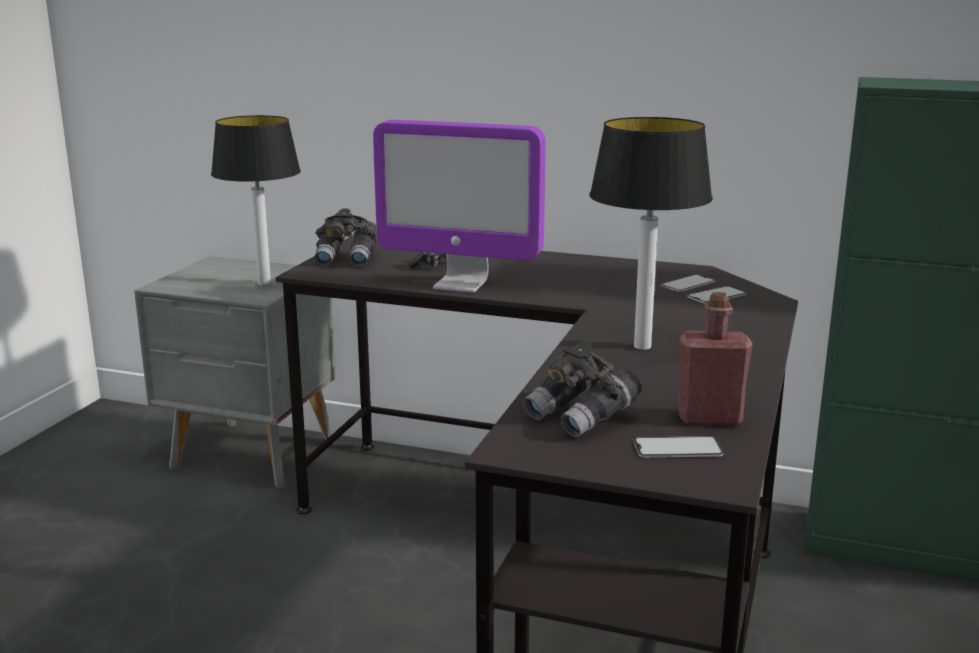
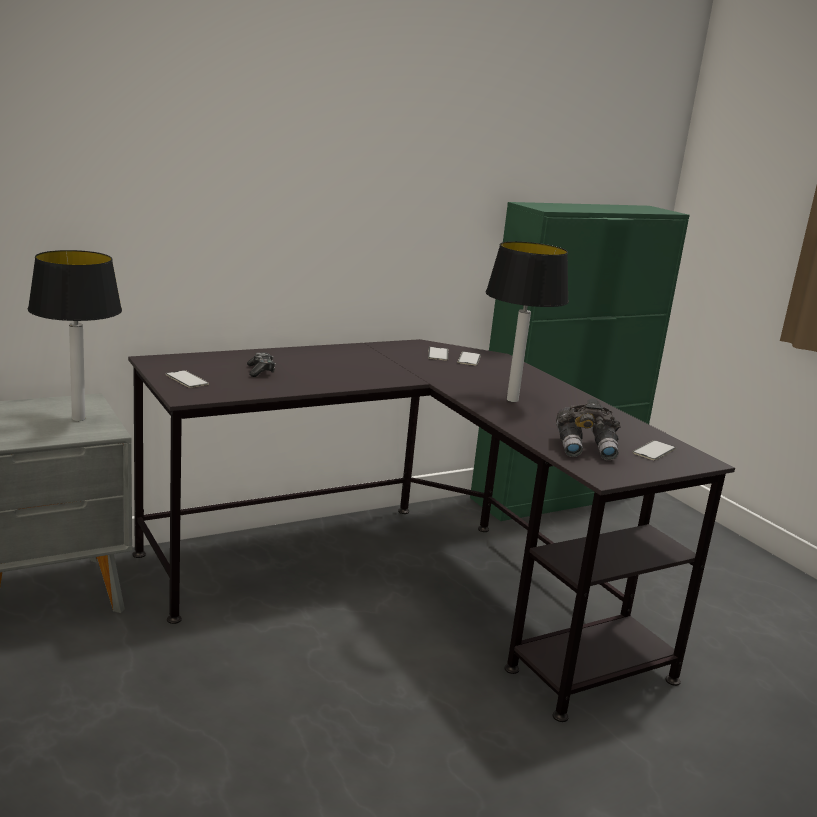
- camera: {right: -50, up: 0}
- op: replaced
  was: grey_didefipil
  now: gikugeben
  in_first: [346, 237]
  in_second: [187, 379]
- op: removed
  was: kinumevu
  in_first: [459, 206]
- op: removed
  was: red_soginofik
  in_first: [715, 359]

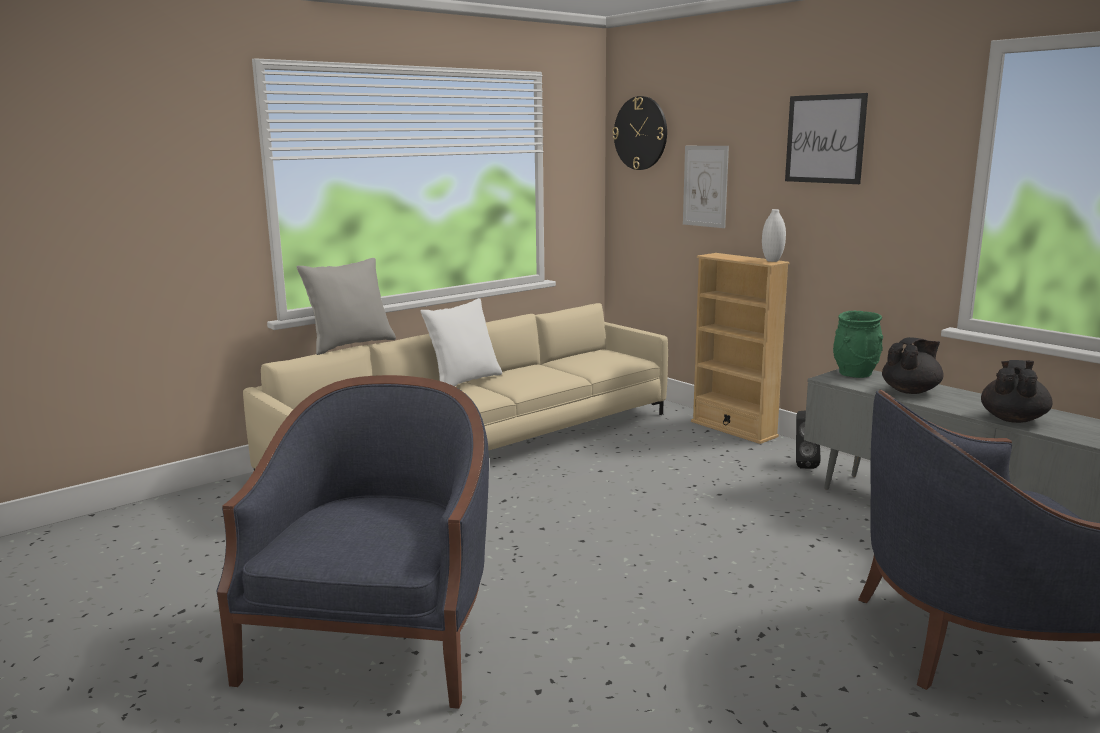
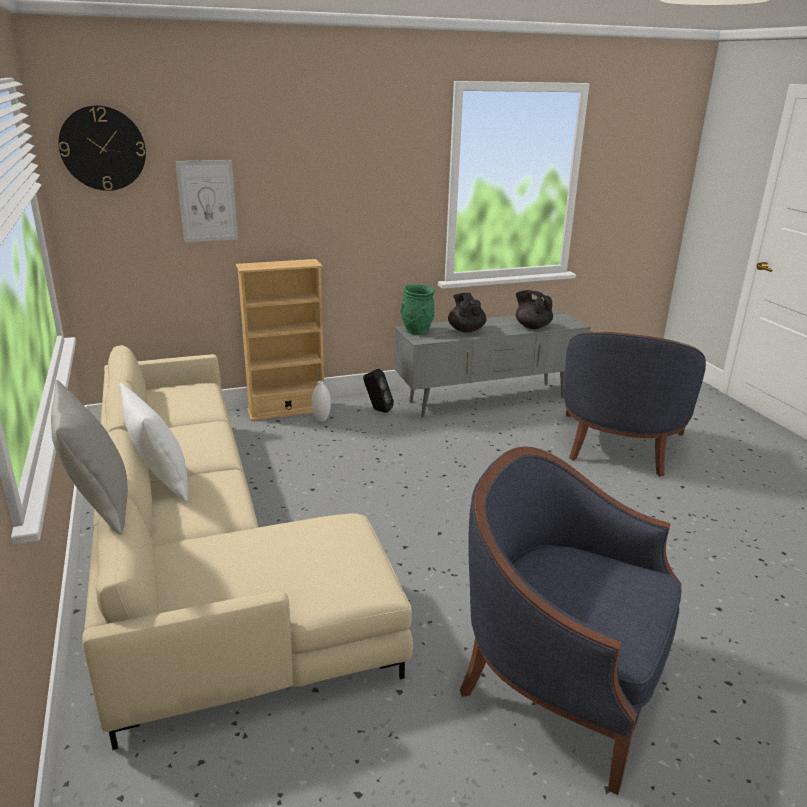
- camera: {right: -70, up: 10}
- op: moved
  was: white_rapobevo
  in_first: [774, 235]
  in_second: [321, 401]
- op: removed
  was: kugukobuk
  in_first: [826, 138]

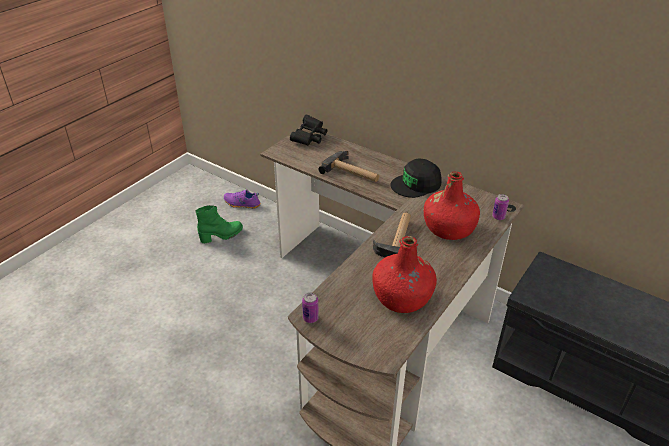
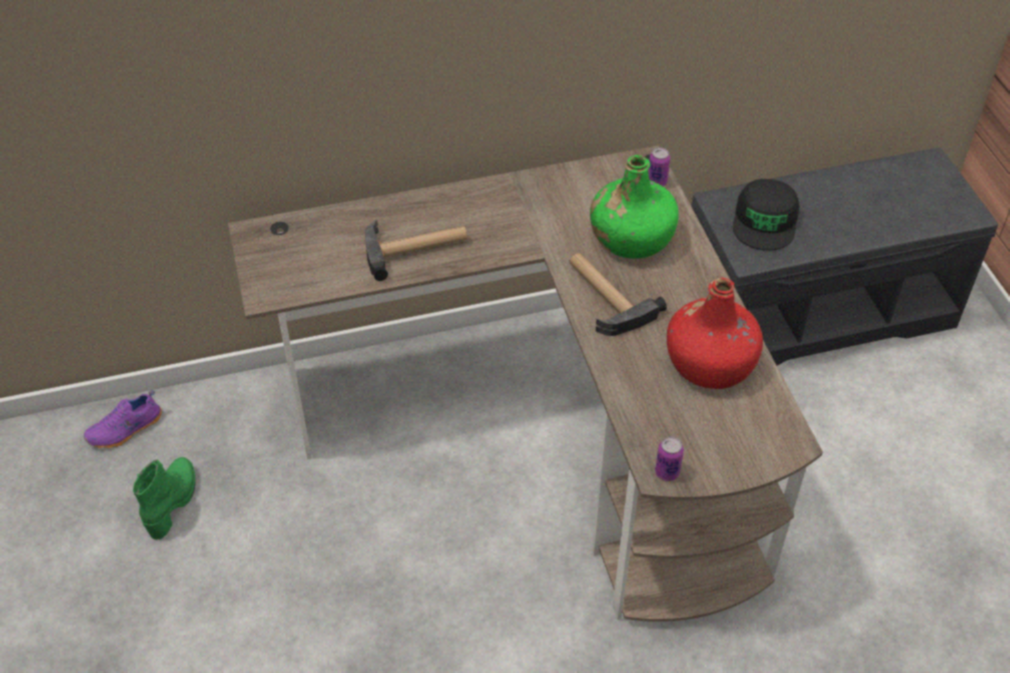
- camera: {right: -50, up: 10}
- op: recoloured
  was: red_soginofik
  now: green_soginofik
  in_first: [451, 205]
  in_second: [634, 207]
- op: moved
  was: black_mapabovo
  in_first: [416, 178]
  in_second: [766, 215]
- op: removed
  was: black_didefipil
  in_first: [308, 130]

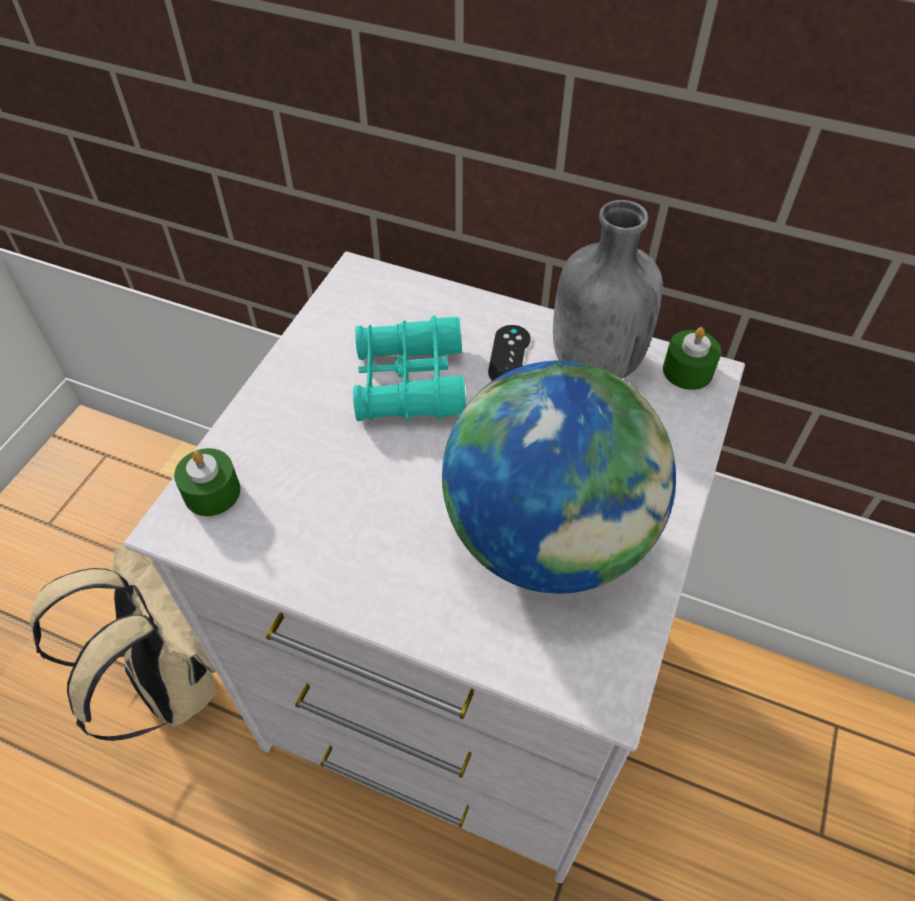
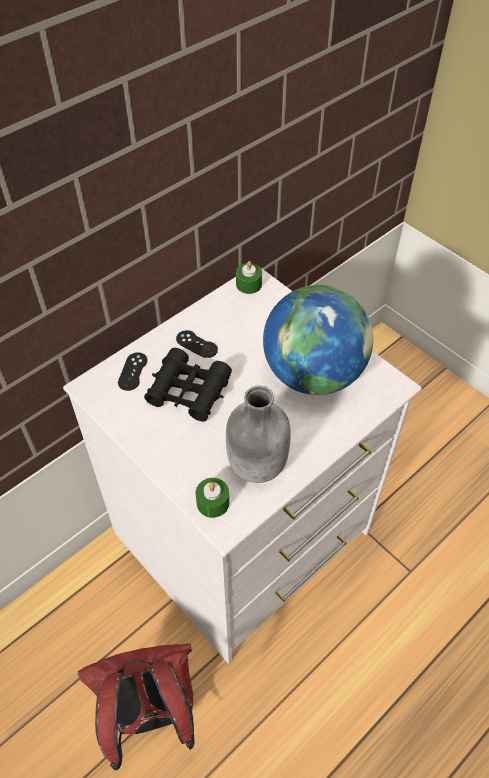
- camera: {right: -65, up: 0}
- op: recoloured
  was: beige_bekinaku
  now: red_bekinaku
  in_first: [123, 642]
  in_second: [135, 706]
- op: added
  now: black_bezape
  in_second: [132, 371]
- op: recoloured
  was: turquoise_didefipil
  now: black_didefipil
  in_first: [409, 369]
  in_second: [188, 385]
- op: moved
  was: grey_soginofik
  in_first: [608, 289]
  in_second: [258, 434]

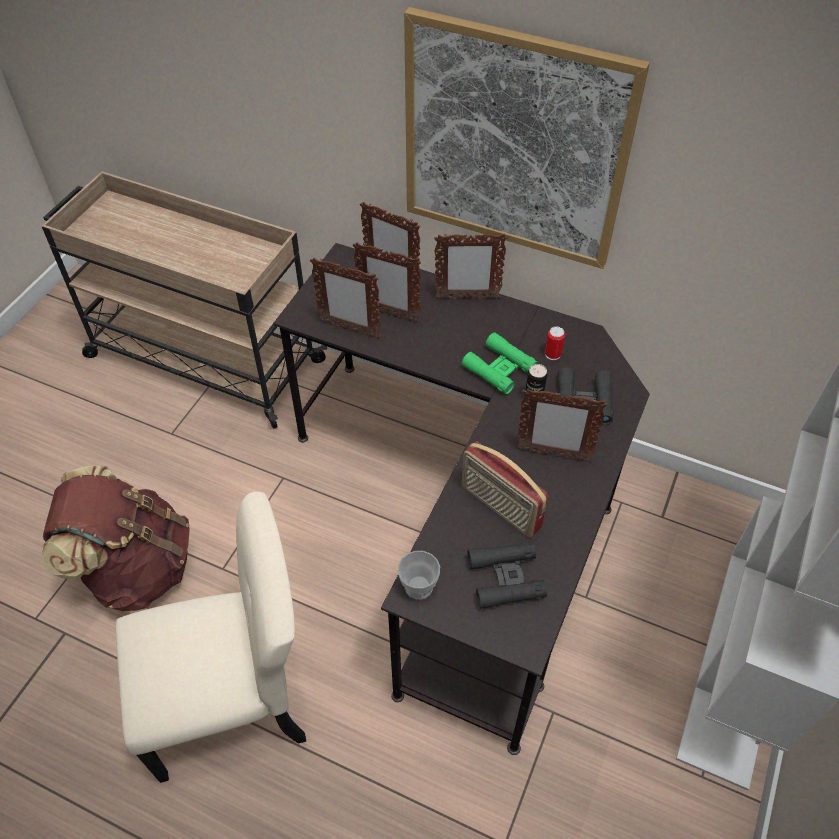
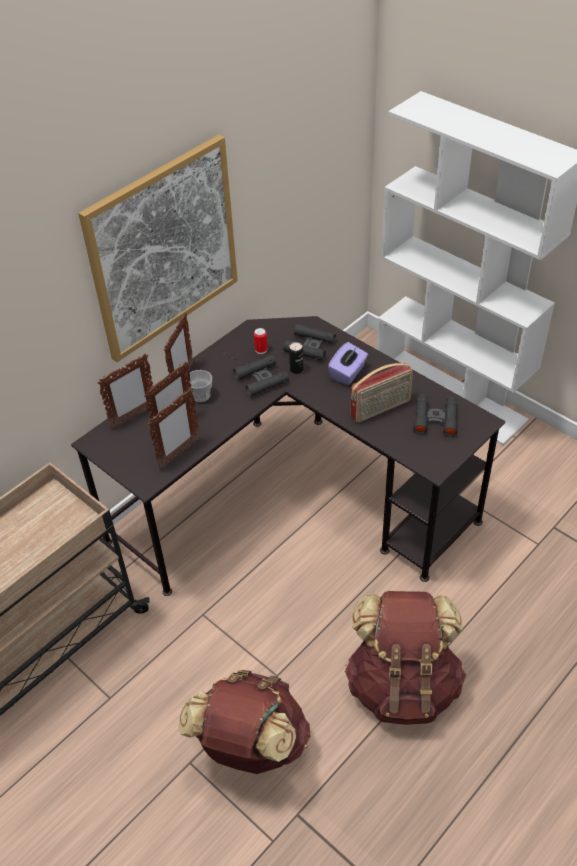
- camera: {right: -70, up: -5}
- op: moved
  was: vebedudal
  in_first: [419, 575]
  in_second: [200, 386]
- op: recoloured
  was: green_didefipil
  now: black_didefipil
  in_first: [500, 363]
  in_second: [261, 376]
- op: replaced
  was: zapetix
  now: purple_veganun
  in_first: [562, 425]
  in_second: [348, 363]
- op: replaced
  was: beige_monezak
  now: brown_bekinaku
  in_first: [211, 637]
  in_second: [405, 658]

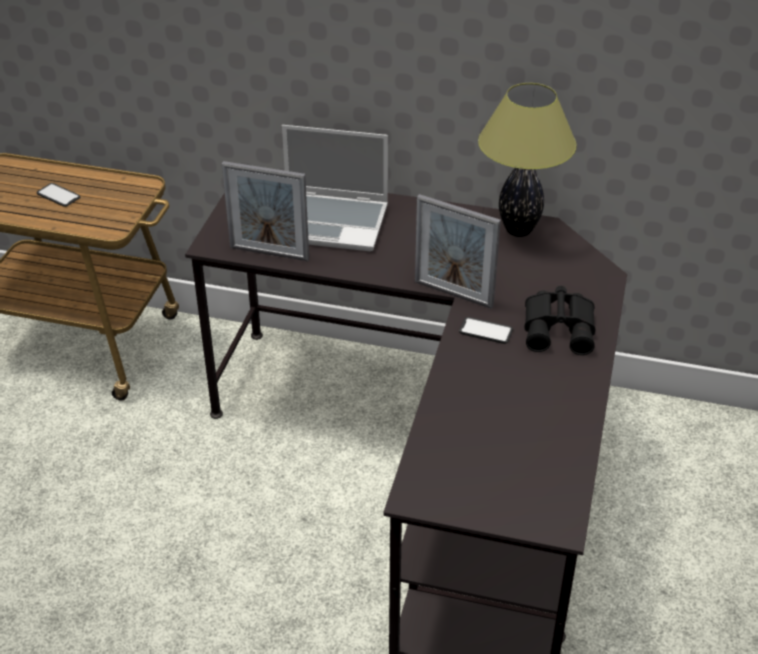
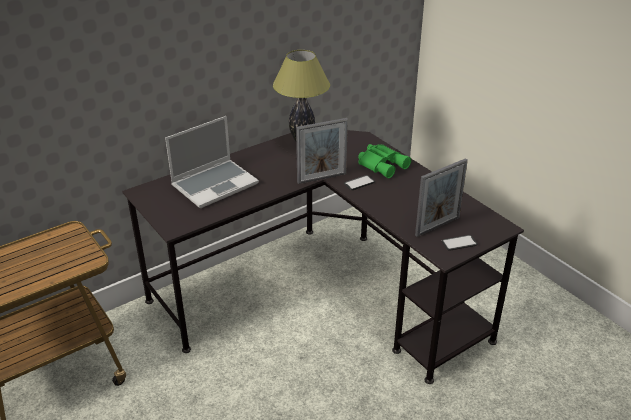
- camera: {right: -50, up: -5}
- op: recoloured
  was: black_didefipil
  now: green_didefipil
  in_first: [560, 320]
  in_second: [384, 161]
- op: moved
  was: zapetix
  in_first: [265, 211]
  in_second: [441, 197]
- op: moved
  was: gikugeben
  in_first: [58, 195]
  in_second: [459, 243]

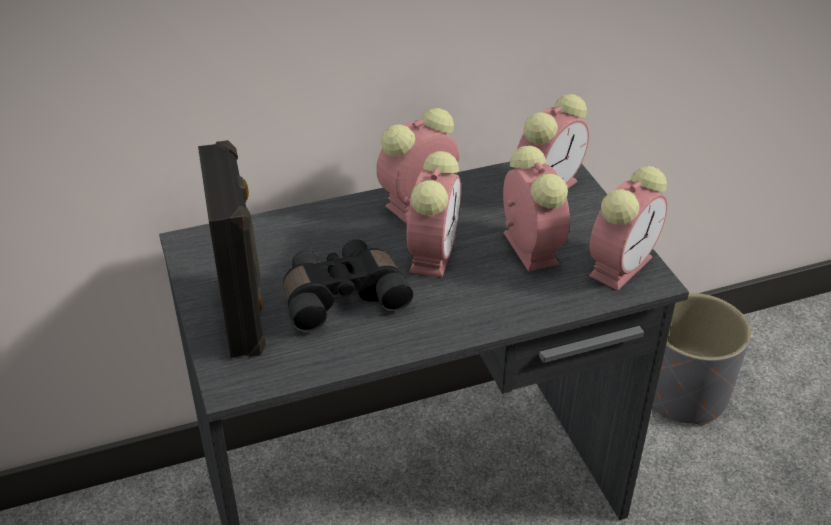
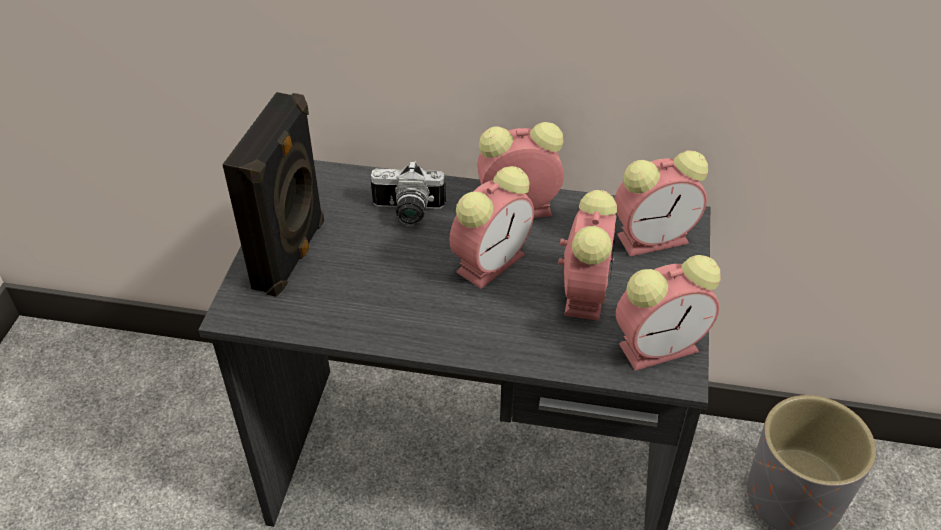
- camera: {right: 30, up: 5}
- op: added
  now: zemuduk
  in_second: [408, 193]
- op: removed
  was: black_didefipil
  in_first: [348, 285]

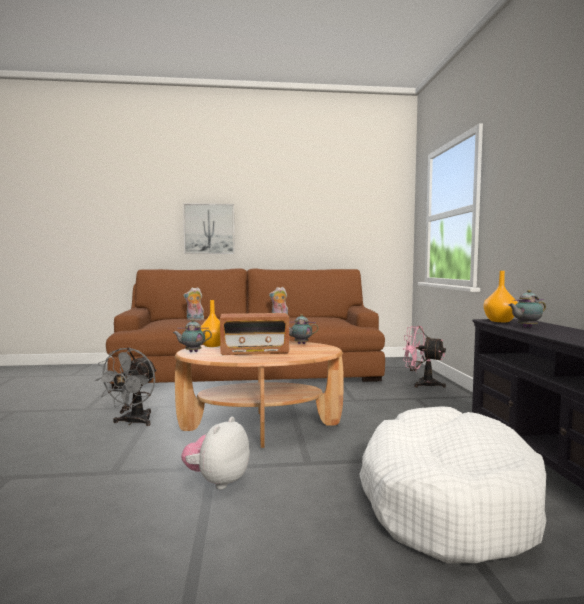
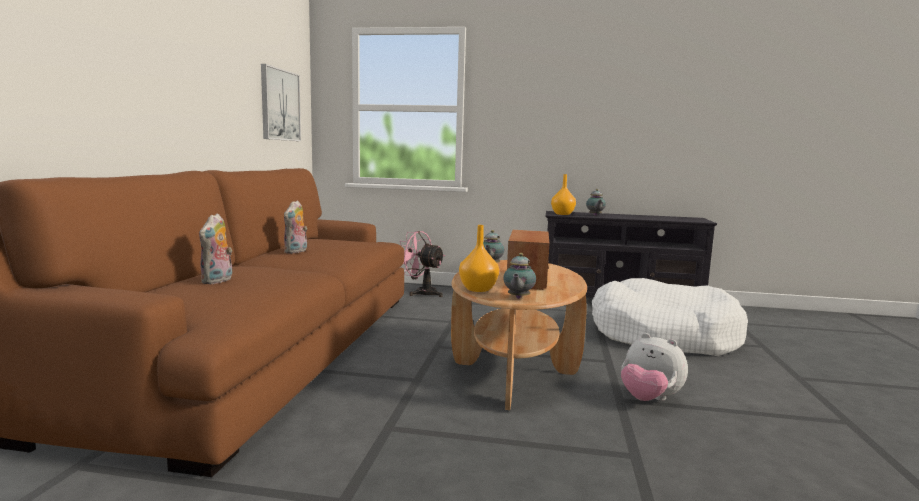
- camera: {right: -75, up: 5}
- op: moved
  was: kugukobuk
  in_first: [209, 228]
  in_second: [281, 102]
- op: turned
  was: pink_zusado
  in_first: [424, 357]
  in_second: [422, 264]
  clockwise: 75
- op: removed
  was: grey_zusado
  in_first: [126, 386]

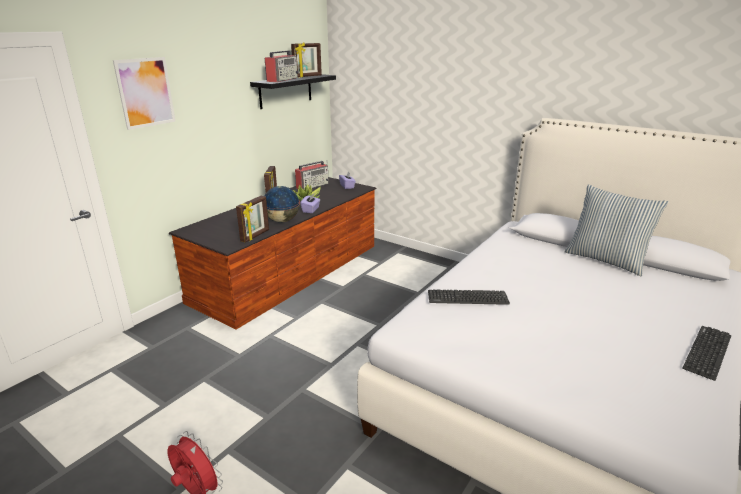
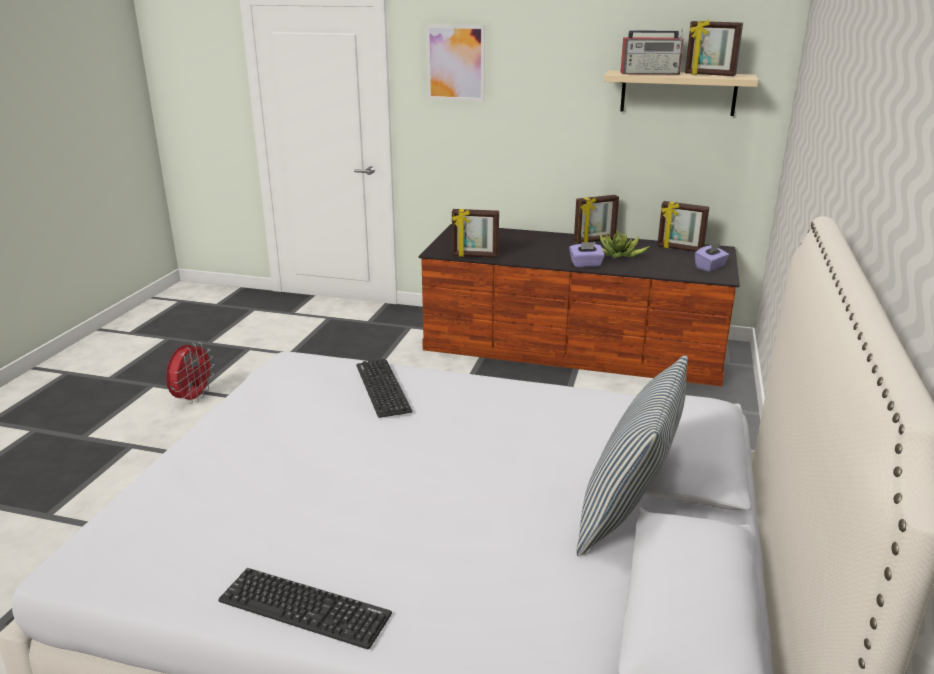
- camera: {right: 70, up: 0}
- op: recoloured
  was: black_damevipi
  now: beige_damevipi
  in_first: [293, 91]
  in_second: [681, 93]
- op: replaced
  was: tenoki
  now: zapetix
  in_first: [312, 175]
  in_second: [683, 226]
- op: removed
  was: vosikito
  in_first: [282, 204]

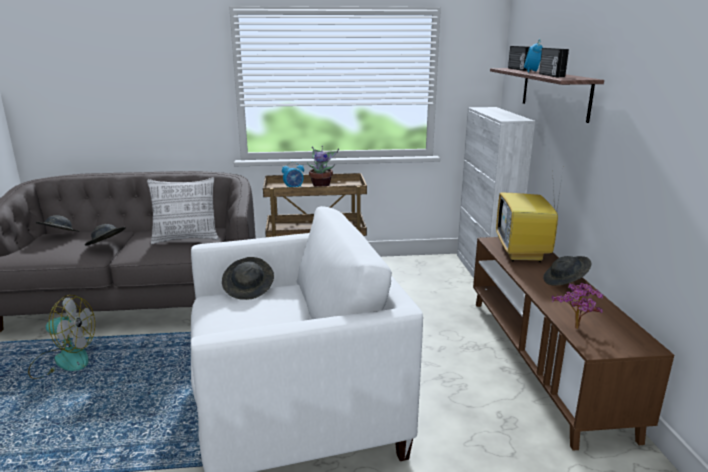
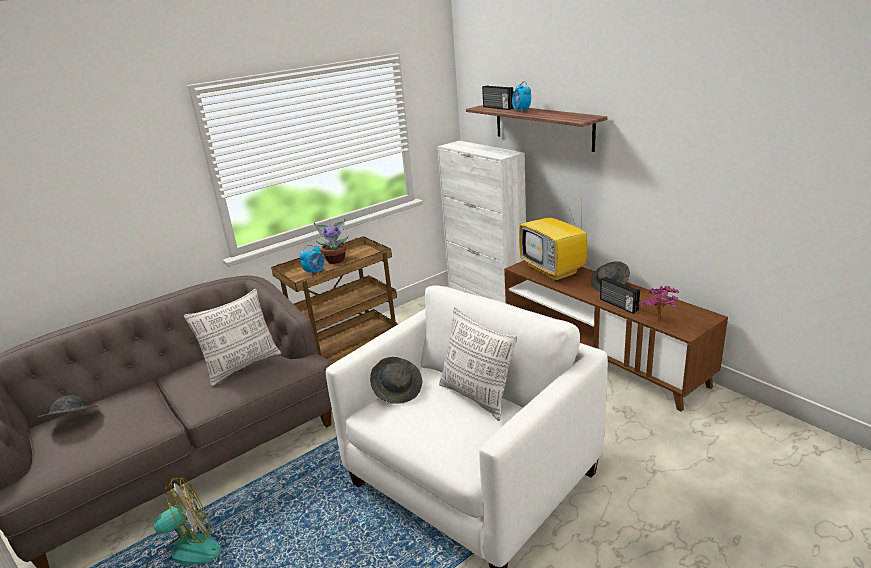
- camera: {right: -30, up: 5}
- op: added
  now: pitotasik
  in_second: [478, 364]
- op: moved
  was: tenoki
  in_first: [554, 62]
  in_second: [620, 295]
- op: removed
  was: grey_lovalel
  in_first: [105, 235]

